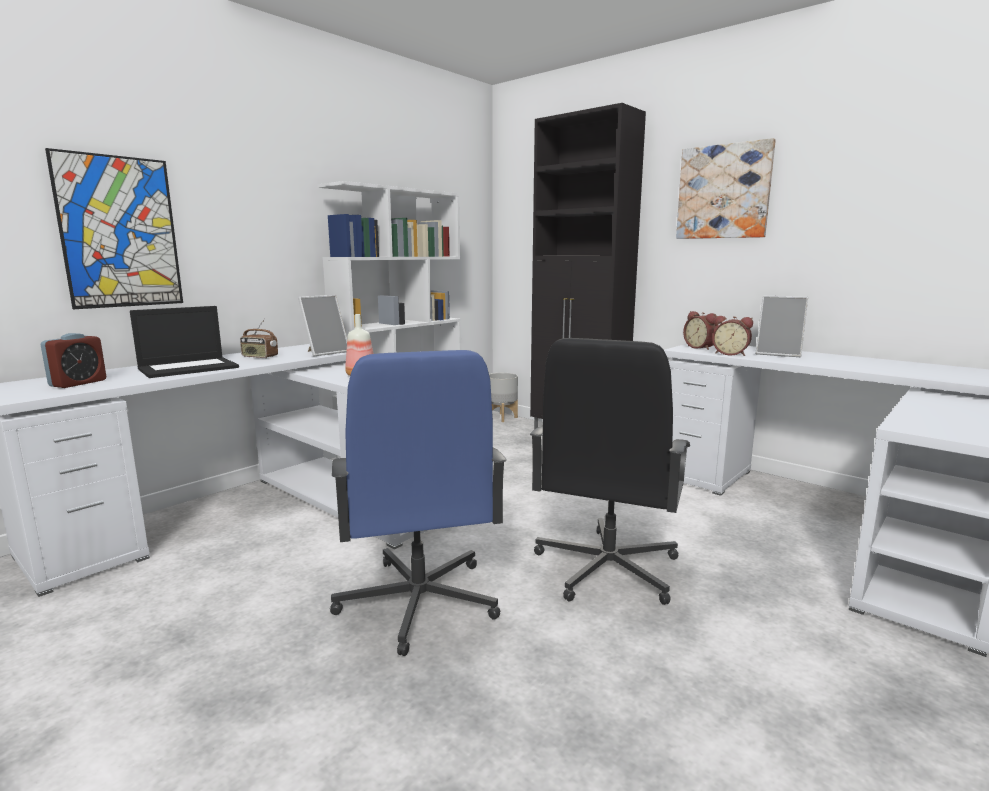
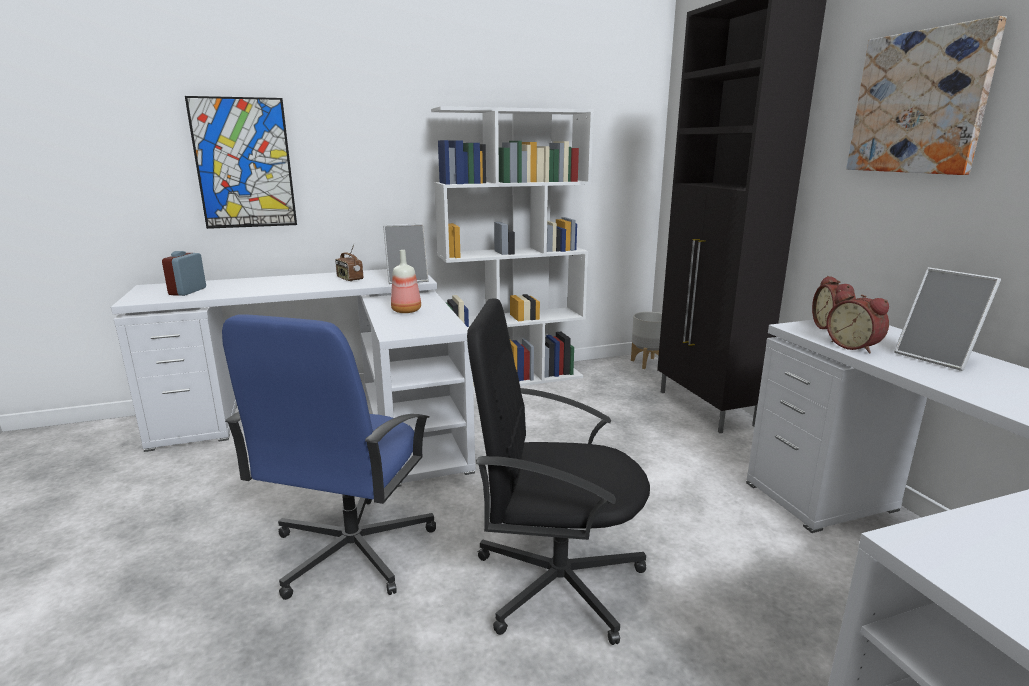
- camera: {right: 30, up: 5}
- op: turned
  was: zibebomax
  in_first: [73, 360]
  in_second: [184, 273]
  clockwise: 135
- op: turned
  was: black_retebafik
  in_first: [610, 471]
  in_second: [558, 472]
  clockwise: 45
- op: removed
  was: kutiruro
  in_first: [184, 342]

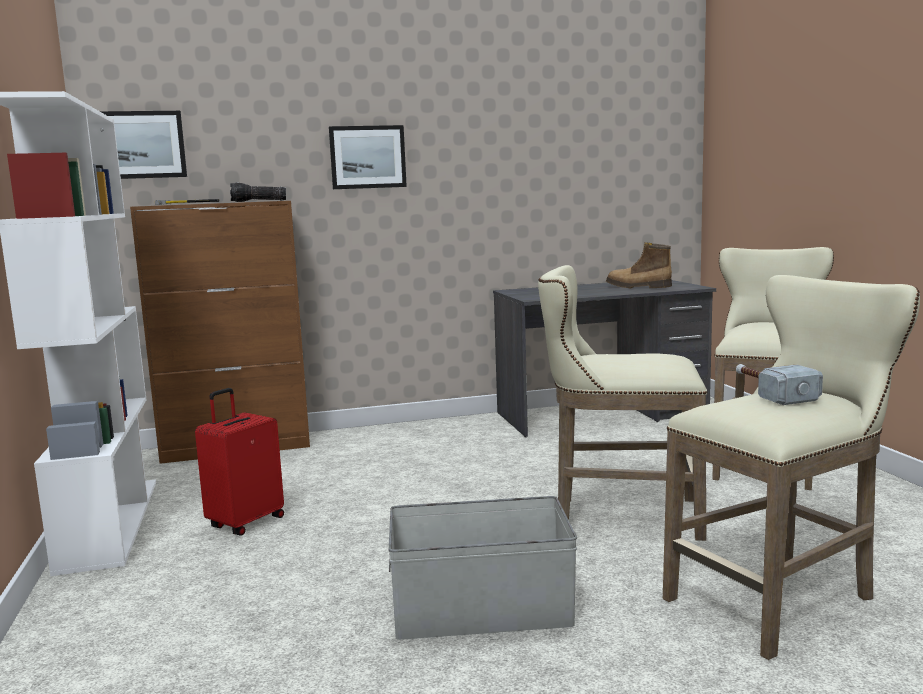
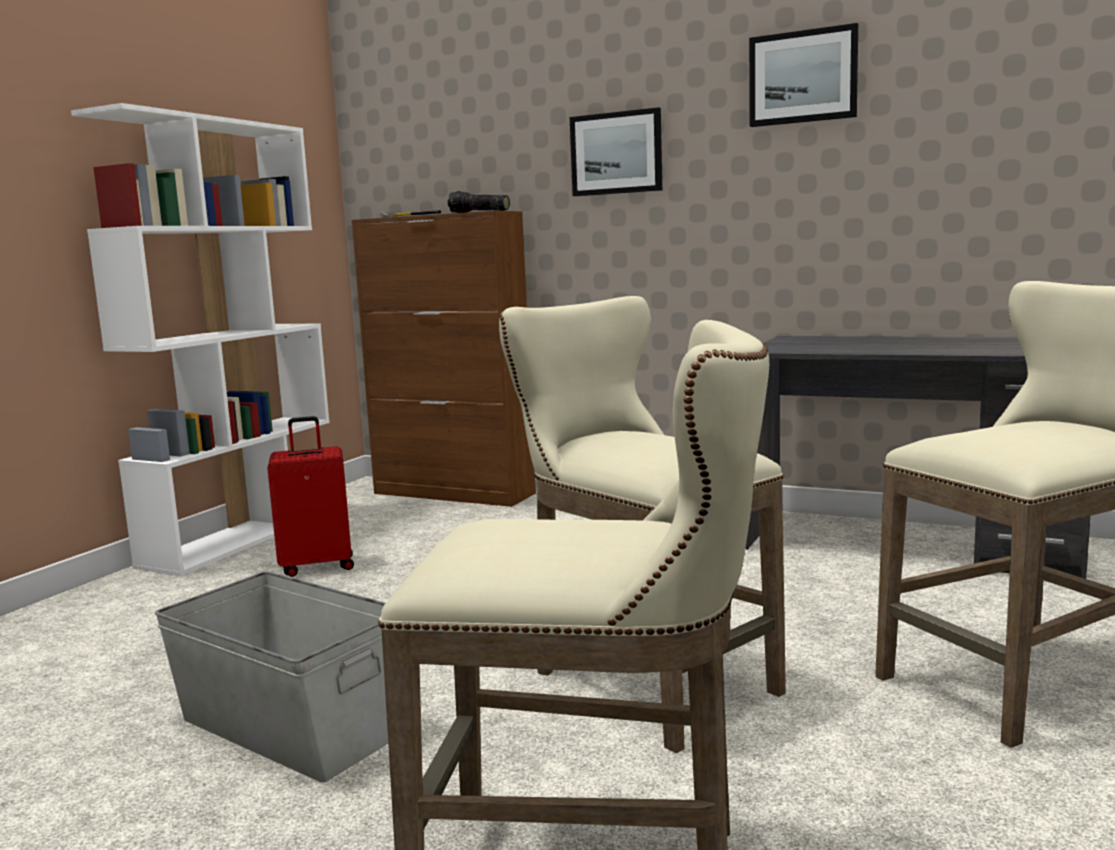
- camera: {right: 40, up: 0}
- op: moved
  was: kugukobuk
  in_first: [143, 145]
  in_second: [803, 75]
- op: removed
  was: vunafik
  in_first: [639, 265]
- op: removed
  was: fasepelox
  in_first: [779, 384]

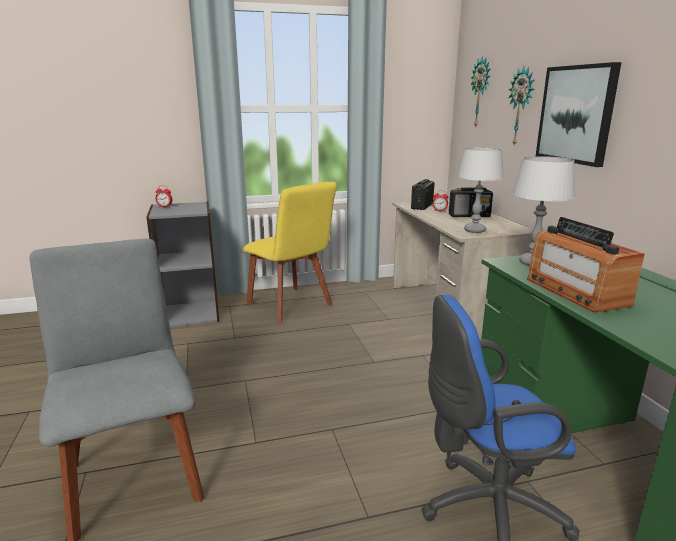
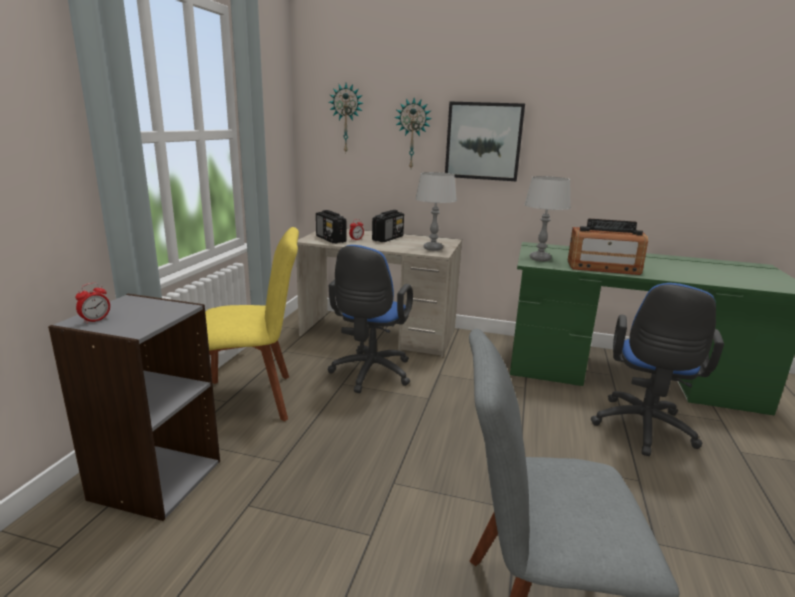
- camera: {right: -60, up: 0}
- op: added
  now: blue_retebafik
  in_second: [370, 319]

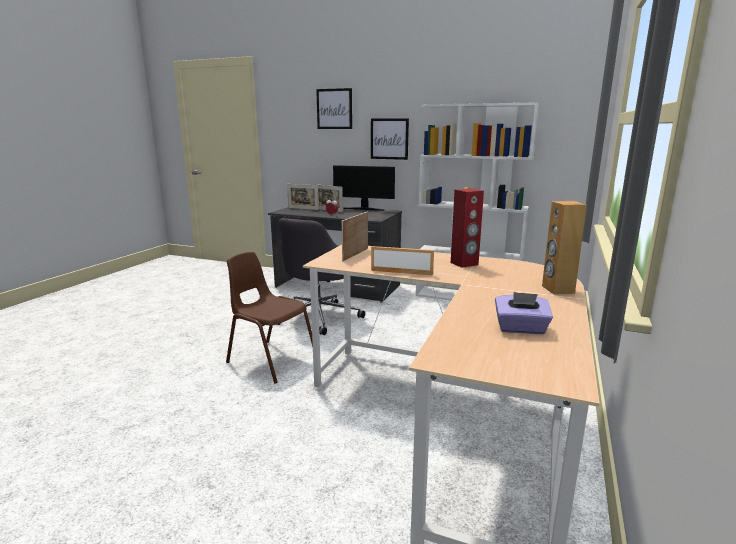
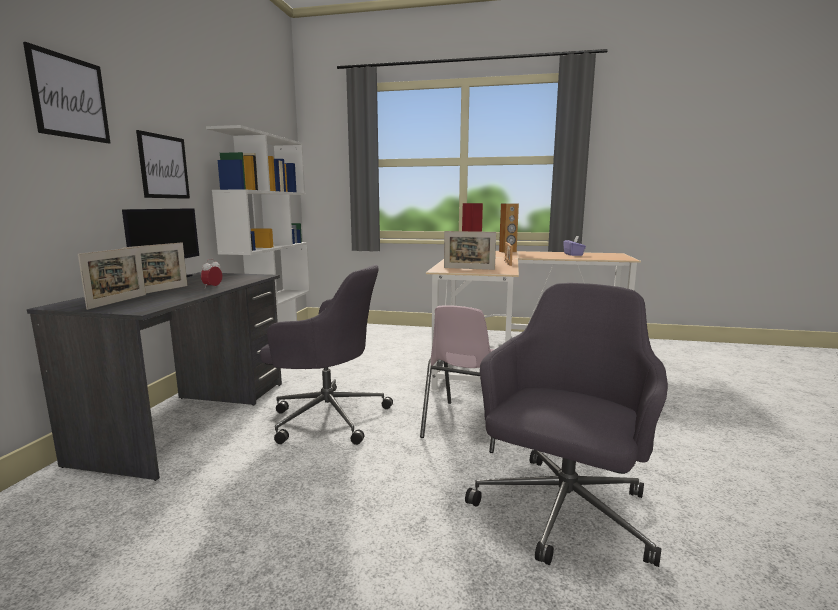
- camera: {right: -100, up: -5}
- op: recoloured
  was: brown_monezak
  now: pink_monezak
  in_first: [269, 318]
  in_second: [457, 379]
- op: added
  now: grey_retebafik
  in_second: [566, 425]

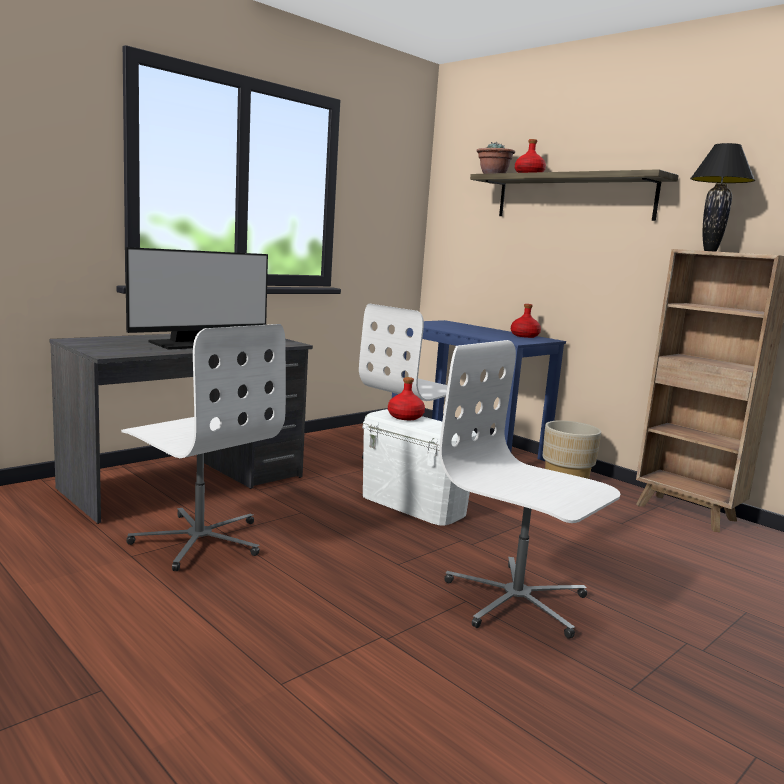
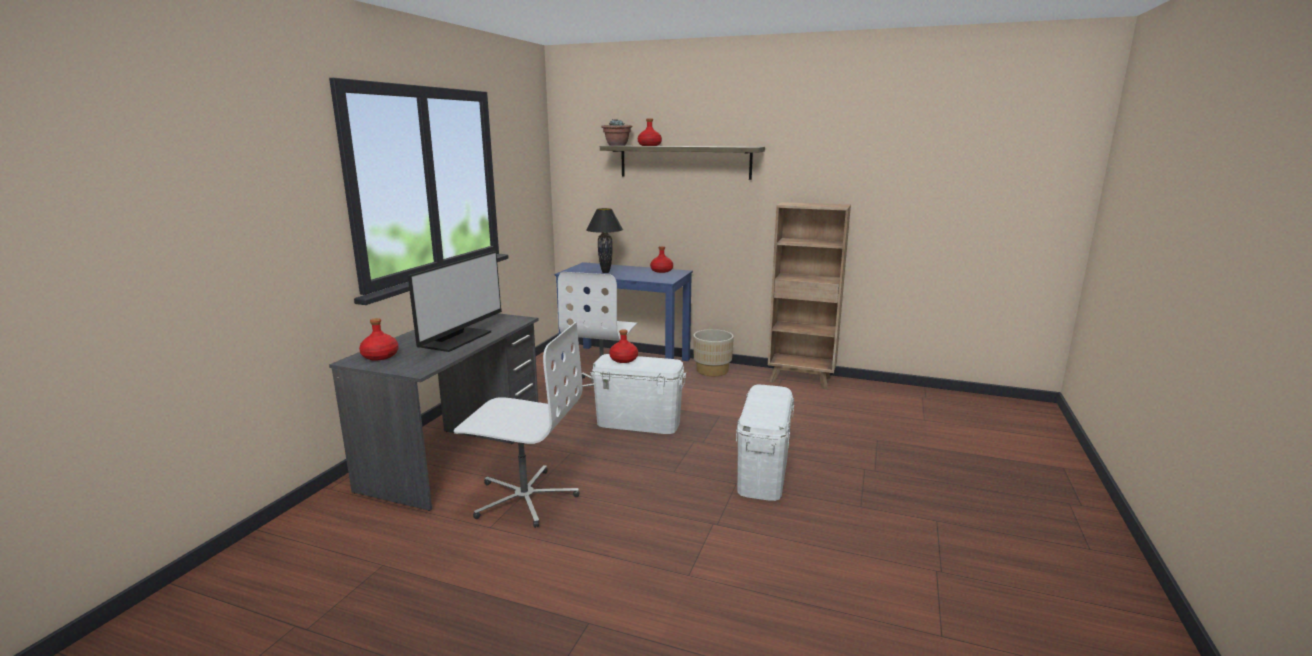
- camera: {right: -25, up: 5}
- op: added
  now: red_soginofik
  in_second: [379, 339]
- op: moved
  was: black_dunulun
  in_first: [722, 197]
  in_second: [604, 240]
- op: replaced
  was: white_retebafik
  now: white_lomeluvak
  in_first: [529, 489]
  in_second: [765, 443]

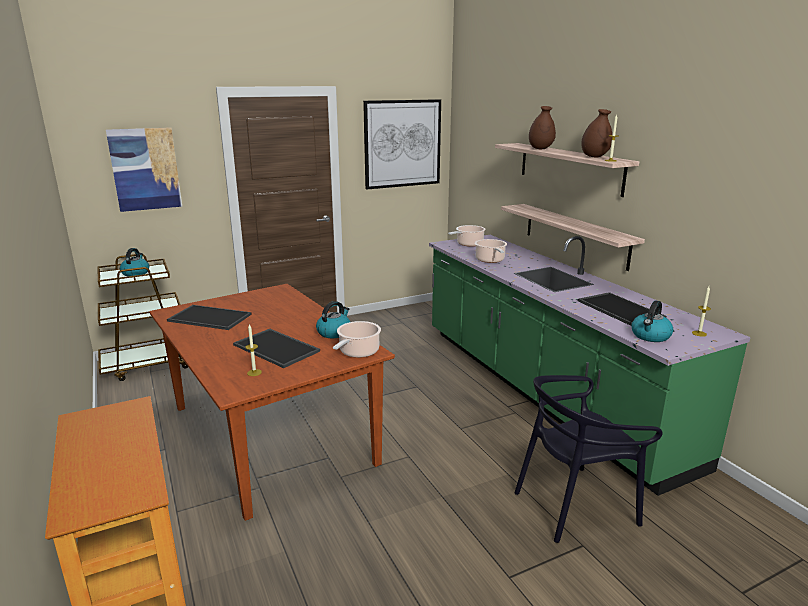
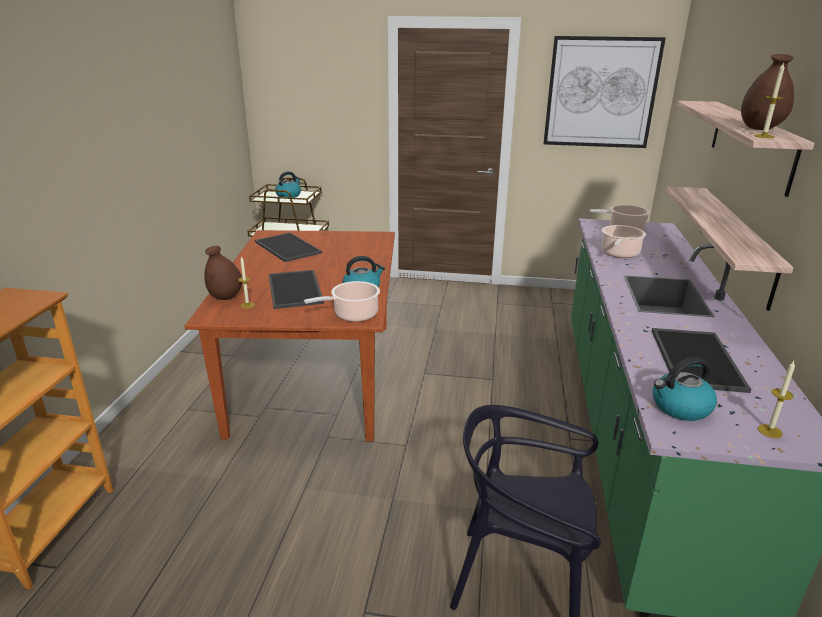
- camera: {right: 35, up: 5}
- op: moved
  was: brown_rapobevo
  in_first: [542, 127]
  in_second: [223, 273]
- op: removed
  was: kugukobuk
  in_first: [144, 170]

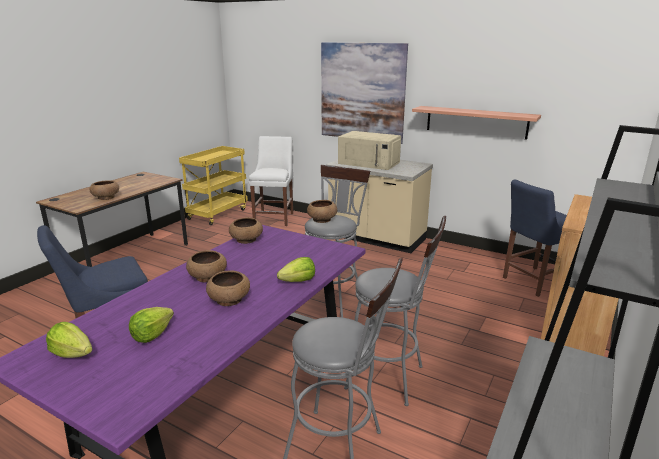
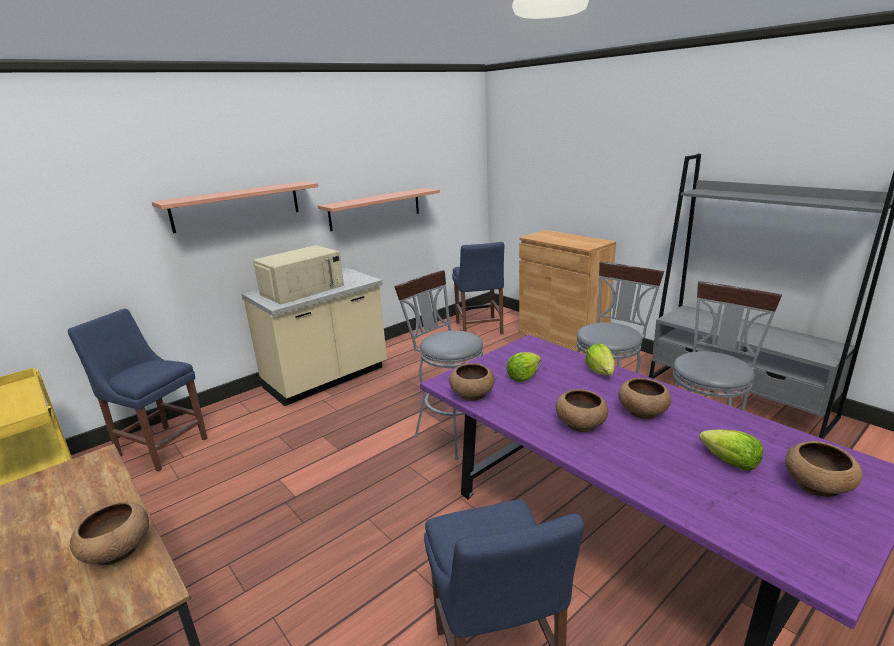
- camera: {right: -70, up: 0}
- op: recoloured
  was: white_monezak
  now: blue_monezak
  in_first: [270, 181]
  in_second: [138, 390]
- op: replaced
  was: kugukobuk
  now: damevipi
  in_first: [364, 93]
  in_second: [235, 207]
- op: moved
  was: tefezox
  in_first: [69, 340]
  in_second: [524, 367]
- op: moved
  was: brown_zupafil
  in_first: [322, 211]
  in_second: [823, 469]

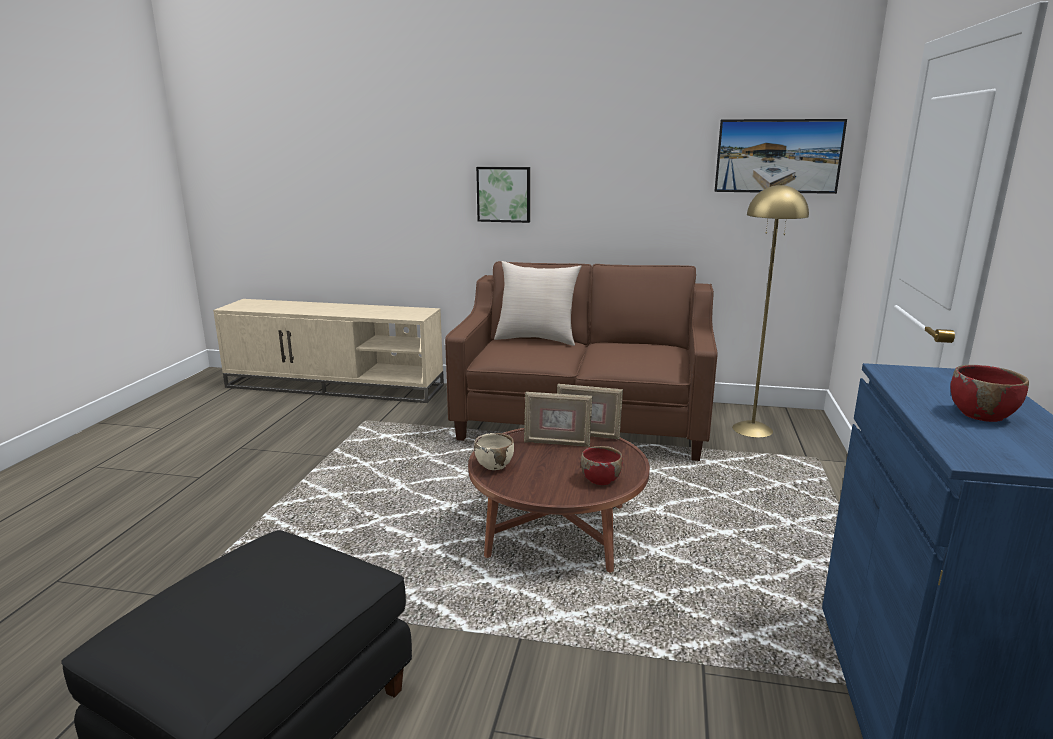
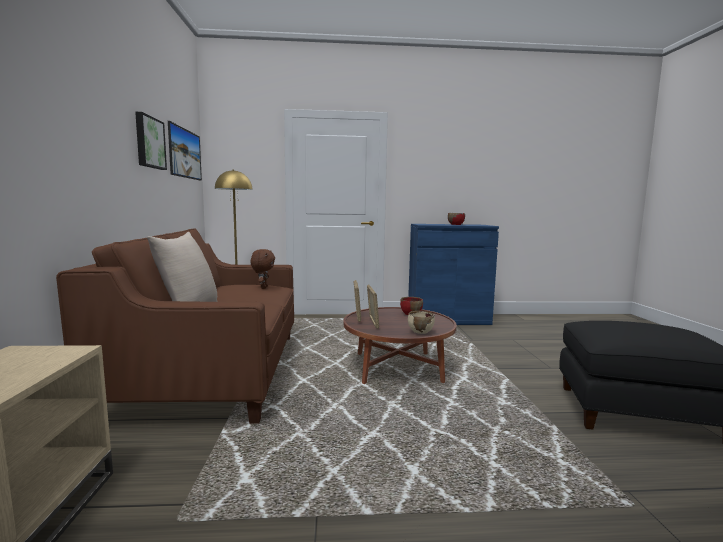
- camera: {right: -105, up: -10}
- op: moved
  was: kugukobuk
  in_first: [503, 195]
  in_second: [151, 141]
- op: added
  now: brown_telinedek
  in_second: [263, 269]

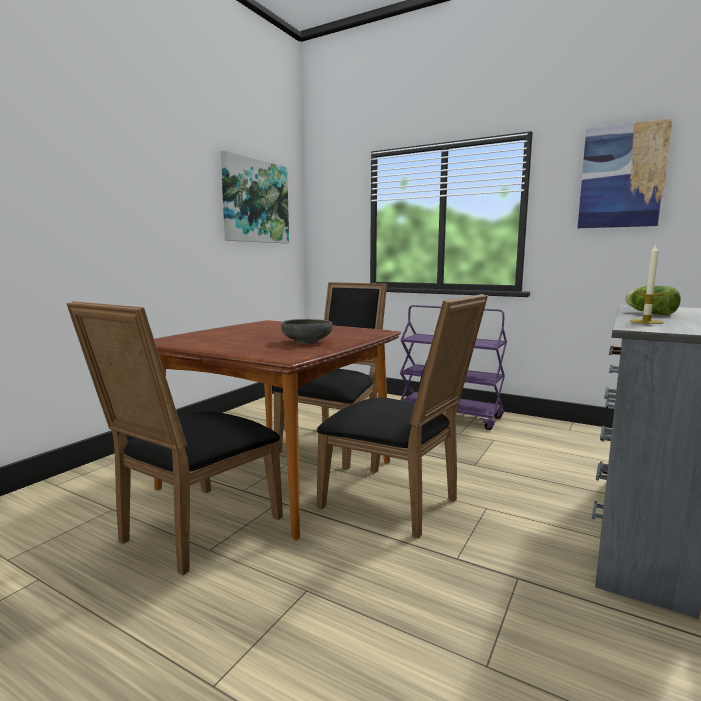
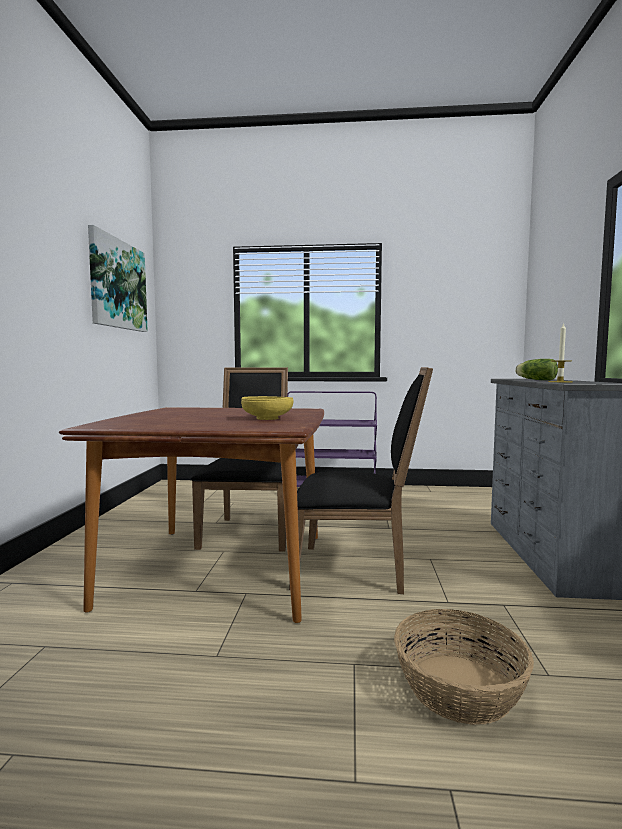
- camera: {right: -25, up: -5}
- op: recoloured
  was: grey_zupafil
  now: yellow_zupafil
  in_first: [307, 331]
  in_second: [267, 408]
- op: added
  now: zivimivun
  in_second: [464, 667]
- op: removed
  was: black_monezak
  in_first: [174, 438]
- op: removed
  was: kugukobuk
  in_first: [625, 173]

